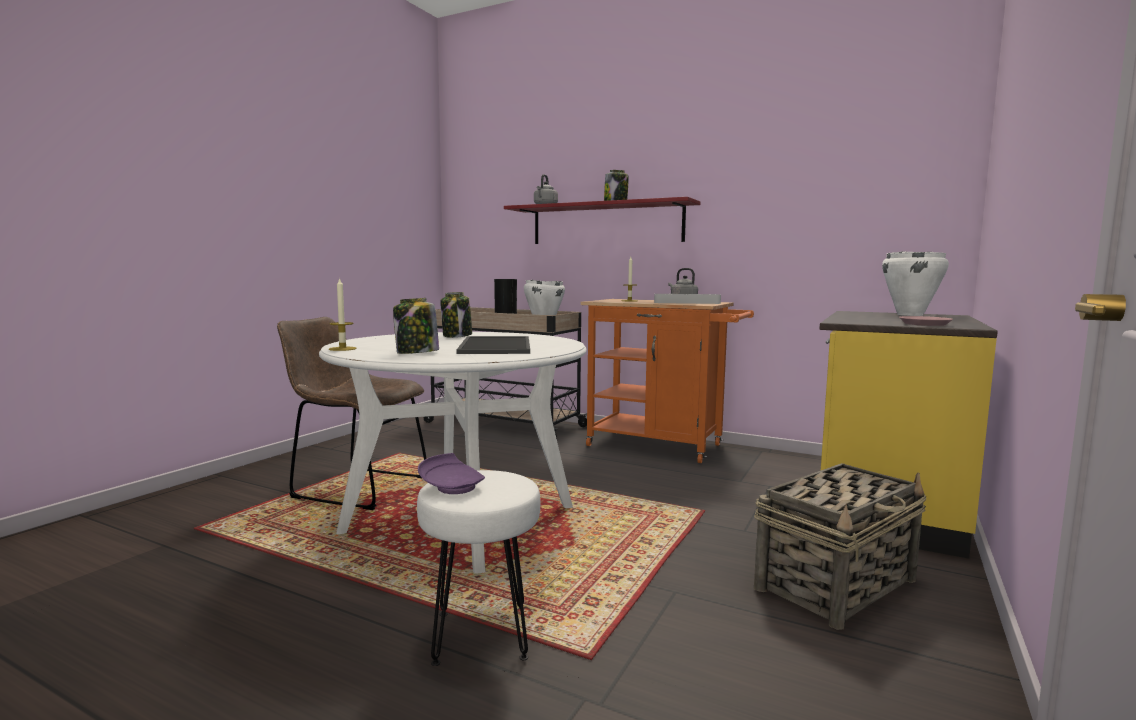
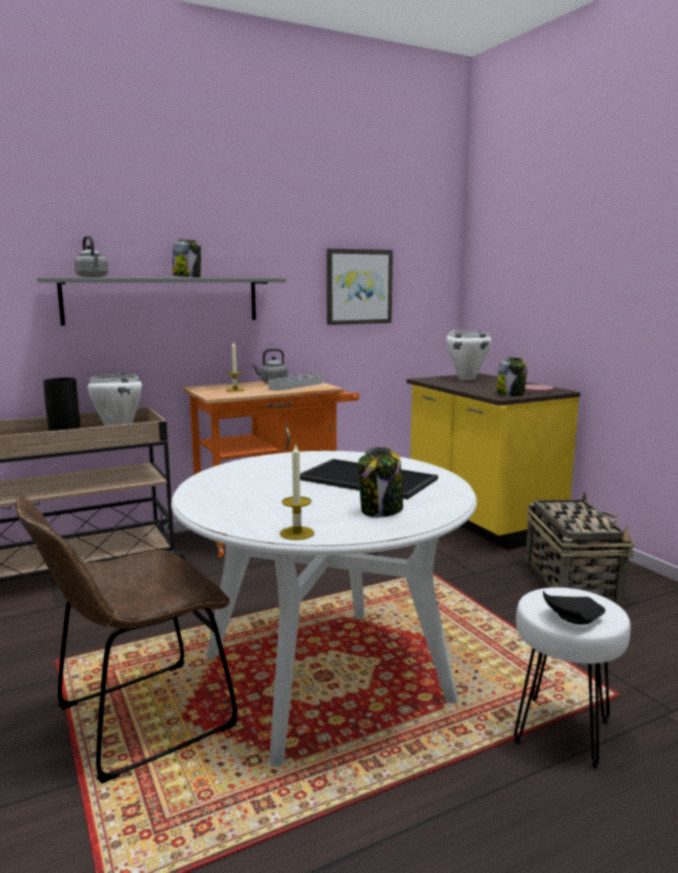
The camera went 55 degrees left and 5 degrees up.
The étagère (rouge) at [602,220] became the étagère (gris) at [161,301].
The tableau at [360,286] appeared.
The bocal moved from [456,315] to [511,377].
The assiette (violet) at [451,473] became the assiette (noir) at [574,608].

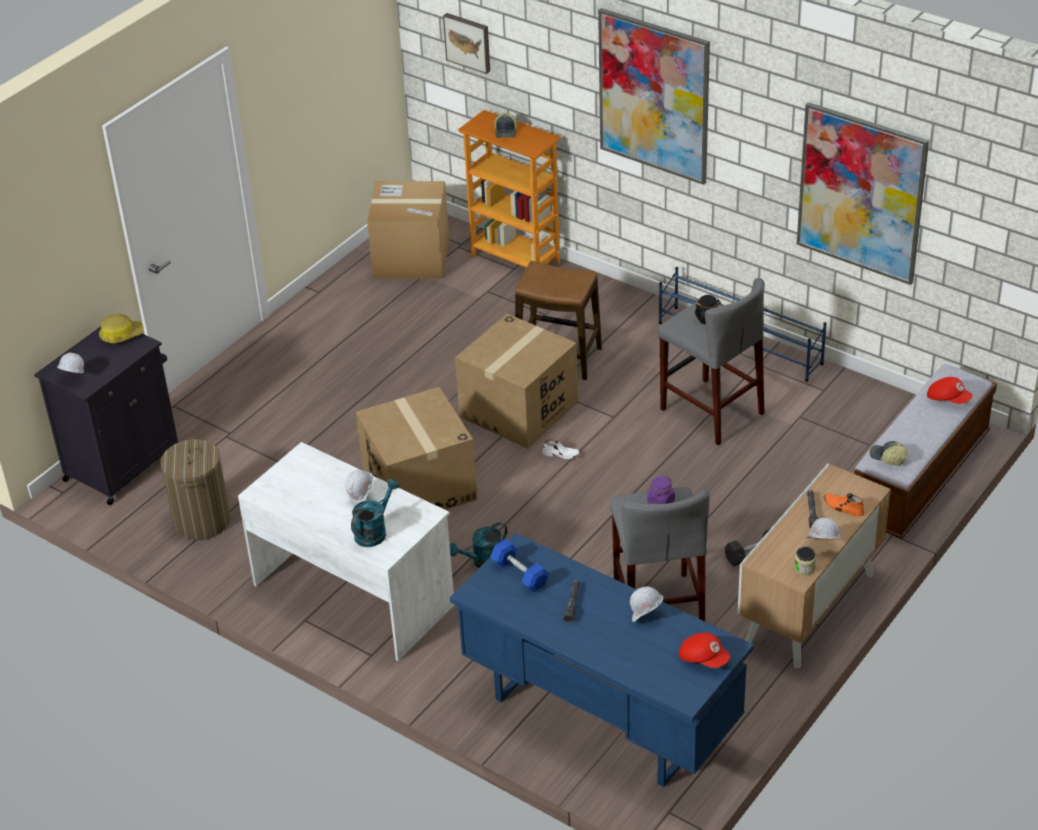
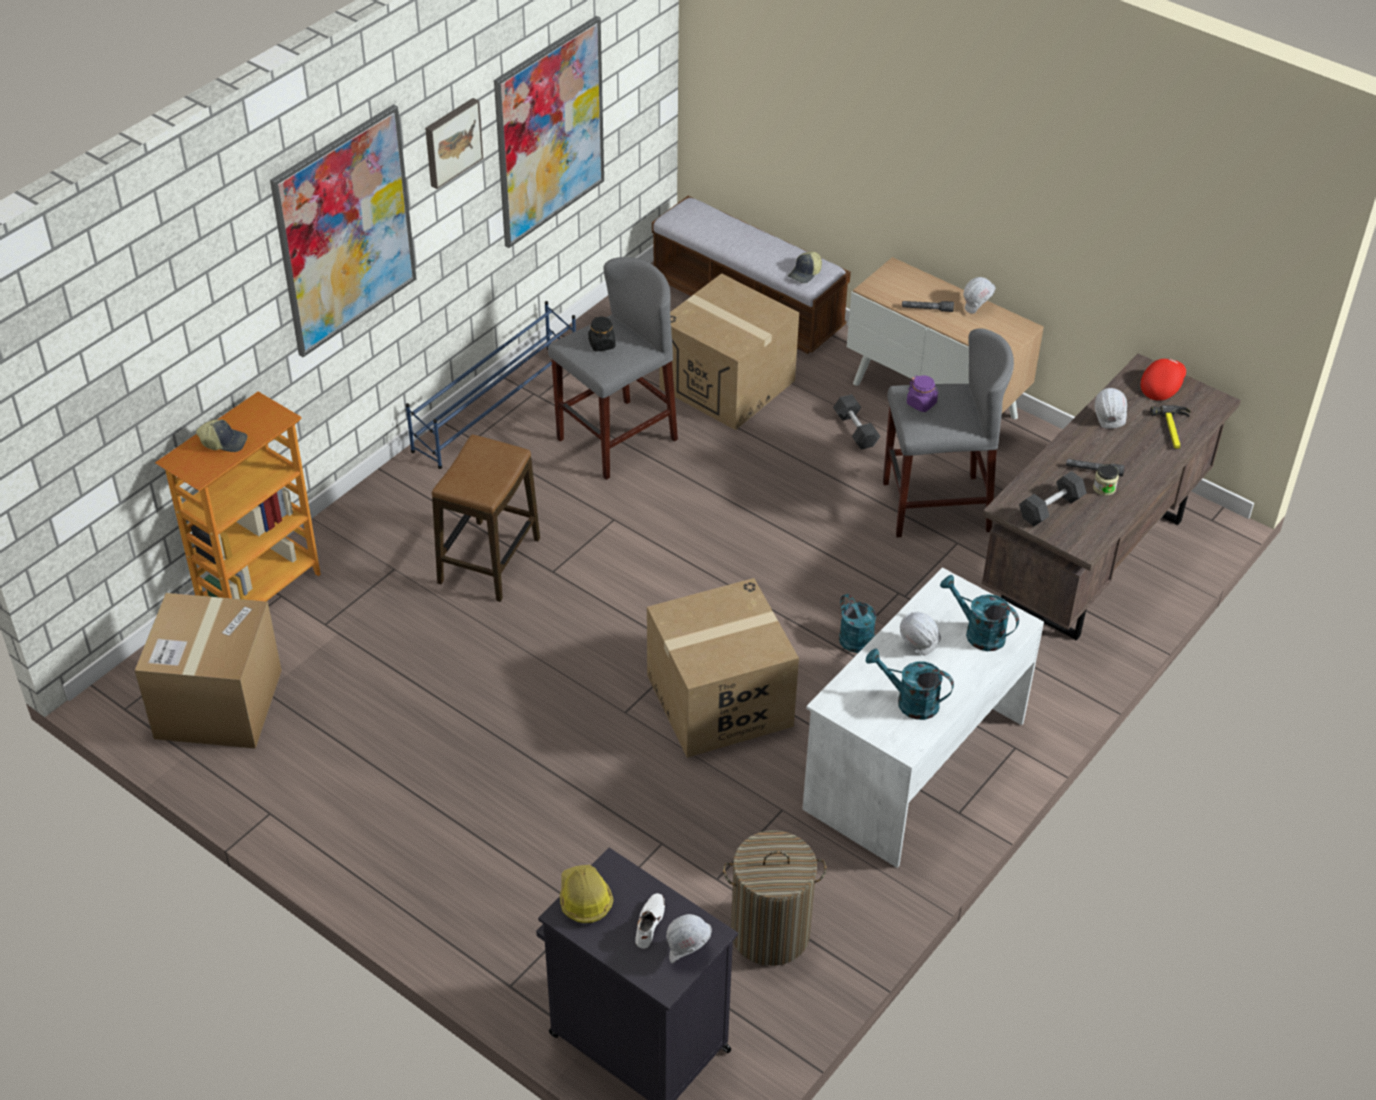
The camera went 90 degrees left and 5 degrees up.
The tableau moved from [466,43] to [454,143].
The chaussure (blanc) moved from [561,449] to [650,921].
The carton moved from [516,381] to [729,351].
The arrosoir (turquoise) at [909,684] appeared.
The bureau (bleu) at [602,660] became the bureau (marron) at [1111,496].
The haltère (bleu) at [519,565] became the haltère (gris) at [1053,498].
The bocal moved from [805,561] to [1106,480].
The marteau at [1170,427] appeared.
The chaussure (orange) at [844,504] disappeared.
The casquette (rouge) at [949,390] disappeared.

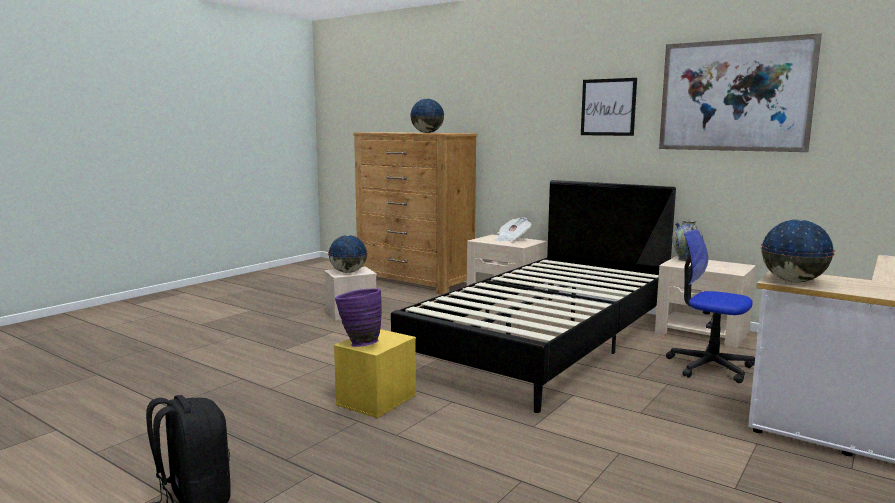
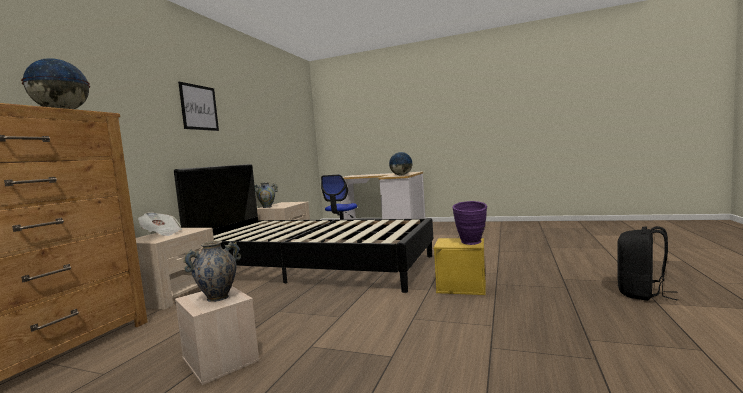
The camera went 105 degrees left and 5 degrees down.
The globe at [348,254] was replaced by the vase at [212,271].
The tableau at [740,92] disappeared.

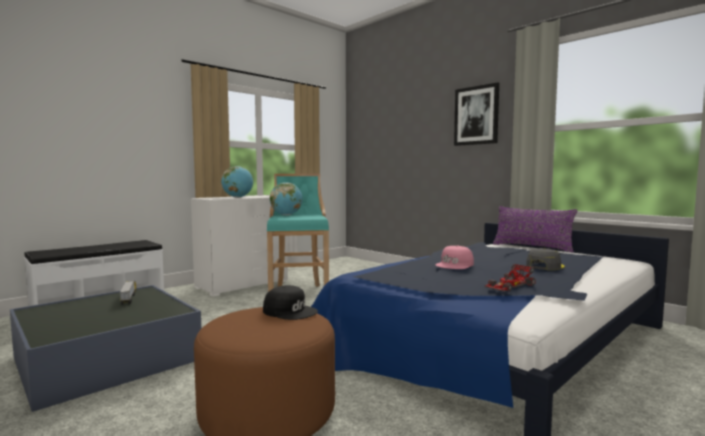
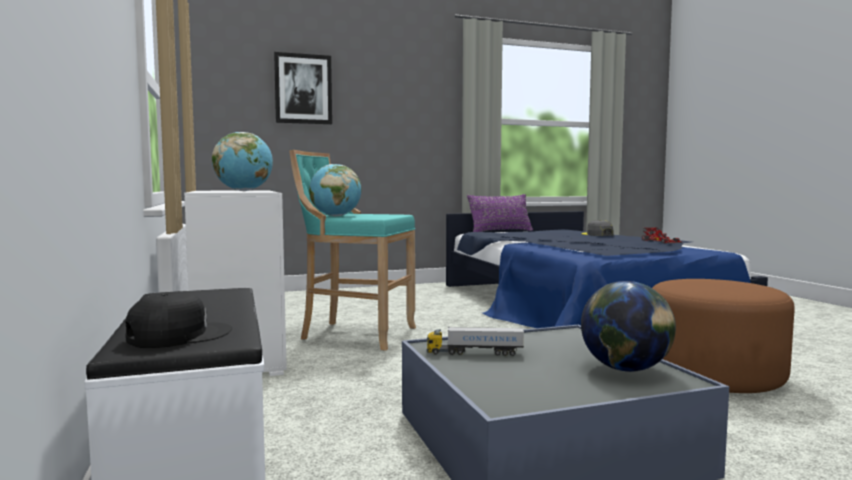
The camera went 65 degrees left and 0 degrees up.
The casquette (noir) moved from [290,302] to [178,320].
The tableau moved from [476,114] to [303,88].
The globe at [628,326] appeared.
The casquette (rose) at [455,257] disappeared.

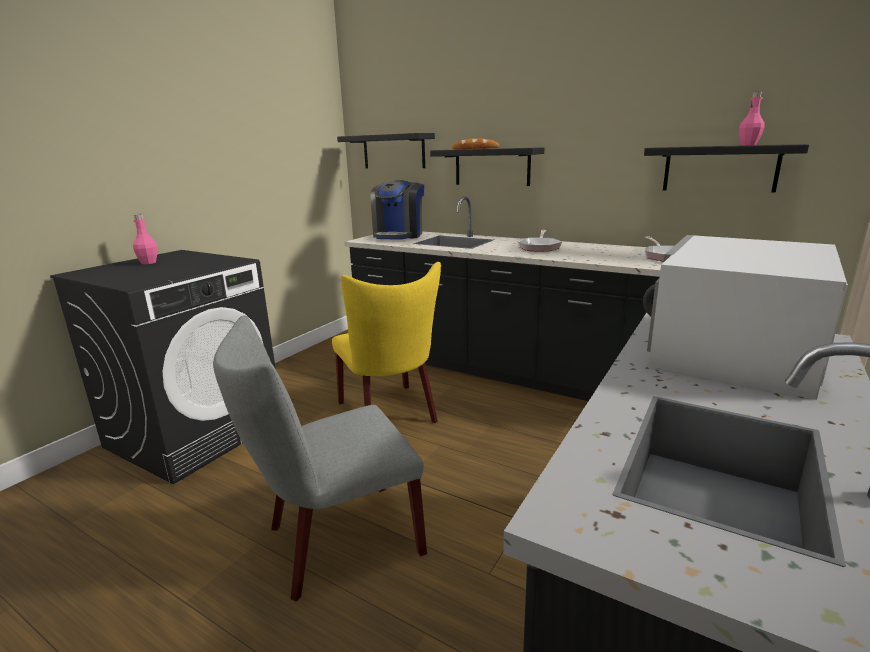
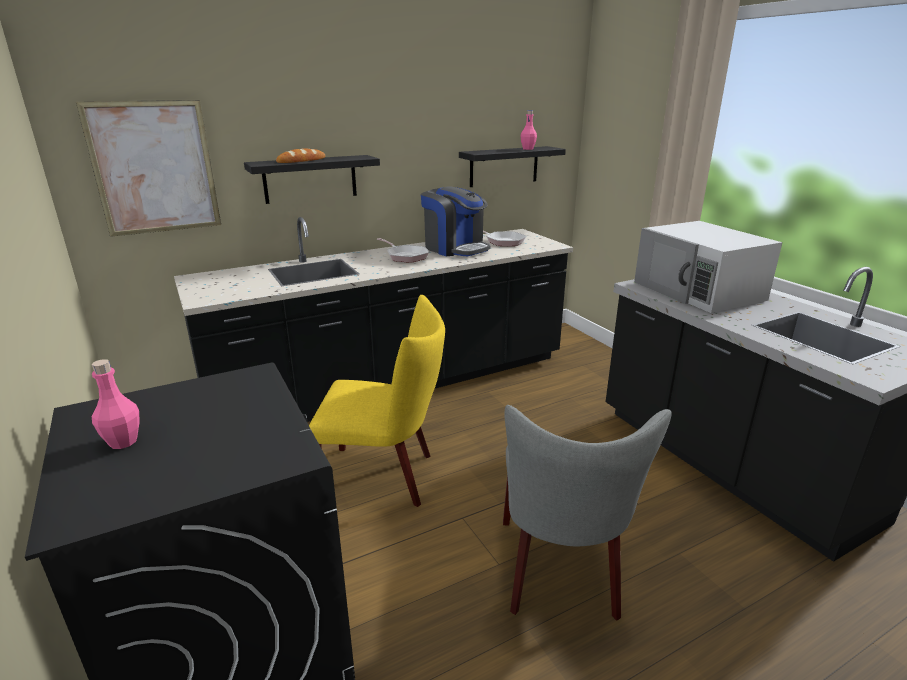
The camera went 60 degrees left and 5 degrees up.
The étagère (noir) at [386,150] was replaced by the tableau at [148,168].
The machine à café moved from [398,210] to [455,221].

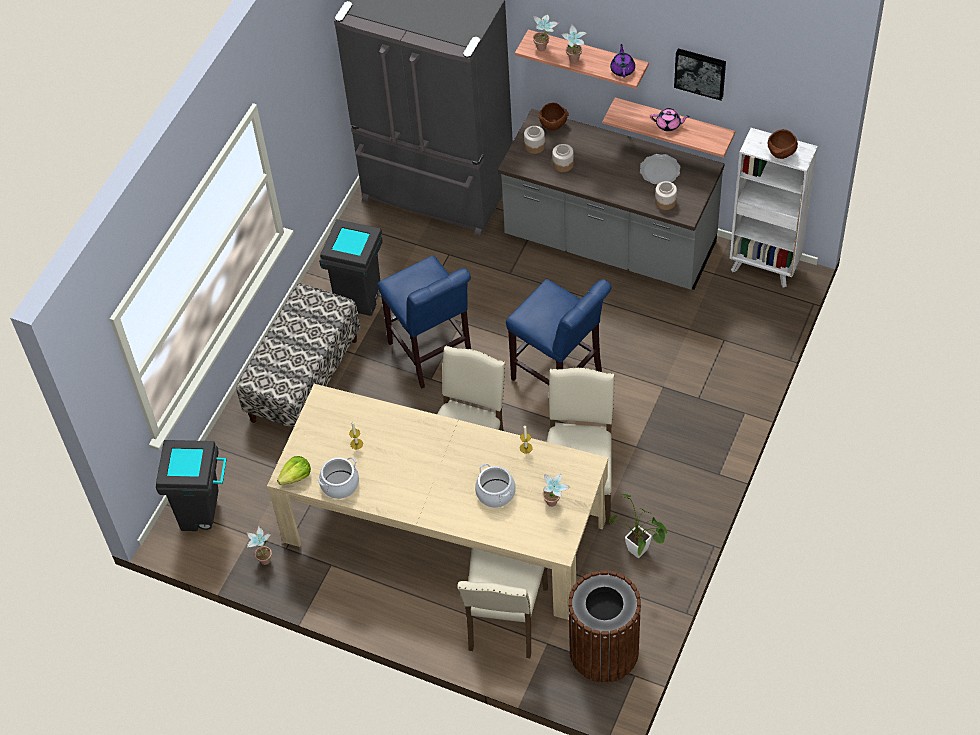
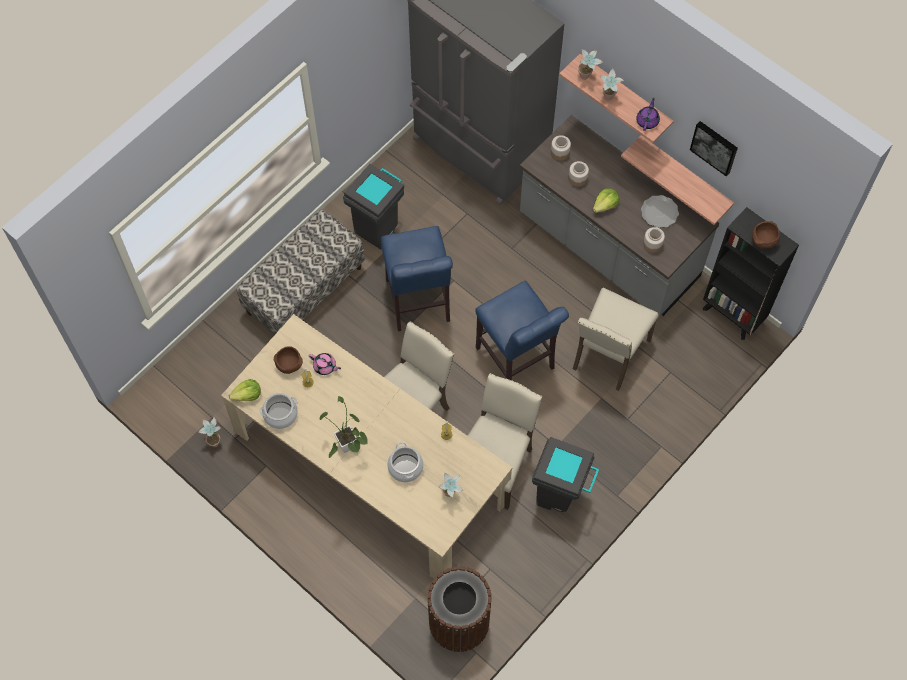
The camera went 15 degrees right and 10 degrees up.
The bol (marron) moved from [553,117] to [288,360].
The théière (rose) moved from [670,119] to [325,364].
The plante en pot moved from [638,526] to [344,427].
The poubelle (gris) moved from [191,485] to [565,474].
The chaise (beige) moved from [502,603] to [616,339].
The laitue at [606,200] appeared.
The bibliothèque (blanc) at [774,208] became the bibliothèque (noir) at [751,273].

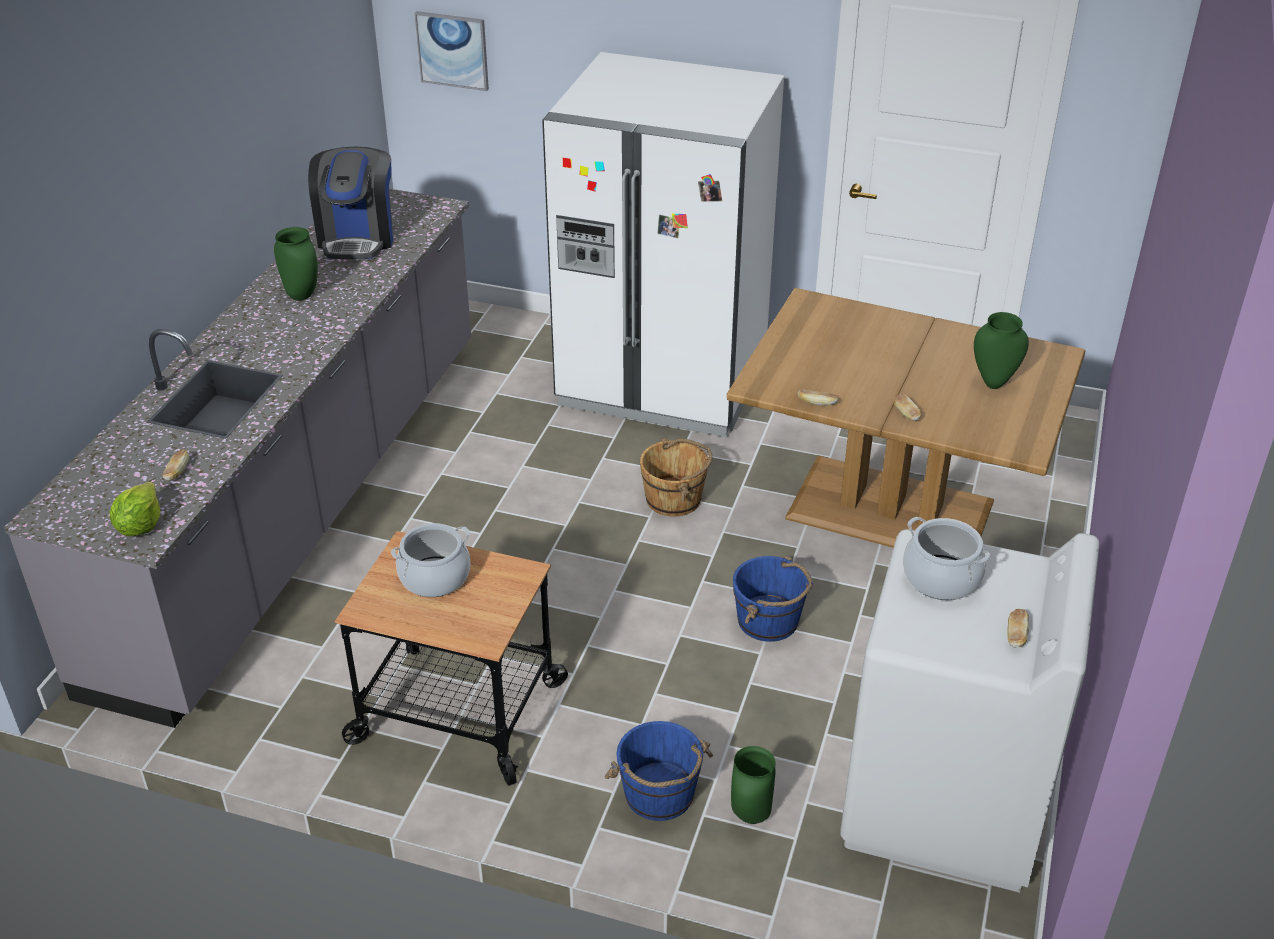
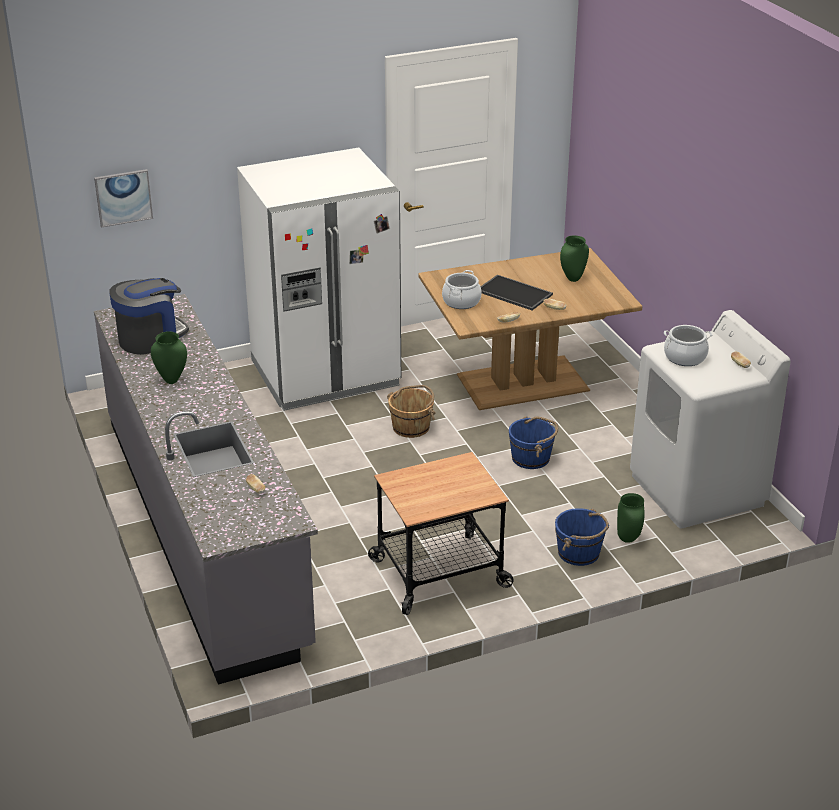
The camera went 40 degrees left and 5 degrees down.
The machine à café at [350,203] turned 90 degrees counterclockwise.
The marmite moved from [430,560] to [462,289].
The plateau at [516,292] appeared.
The laitue at [134,509] disappeared.

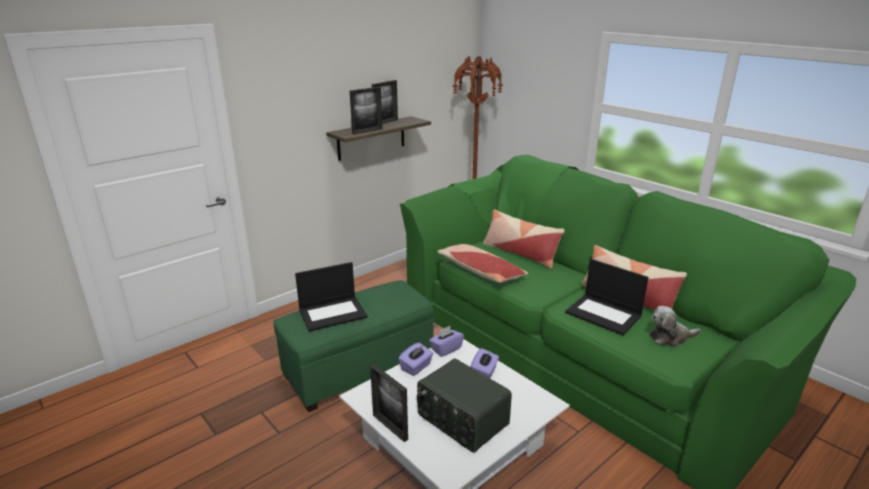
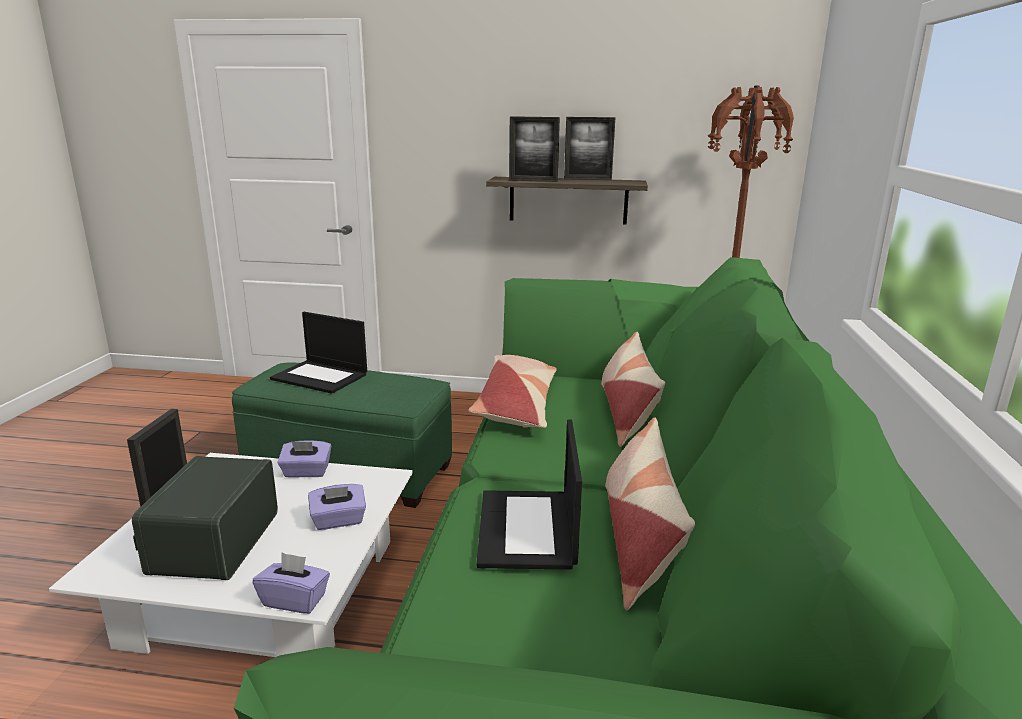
The camera went 50 degrees right and 5 degrees down.
The boîte à mouchoirs (violet) moved from [446,341] to [291,583].
The peluche at [675,326] disappeared.

